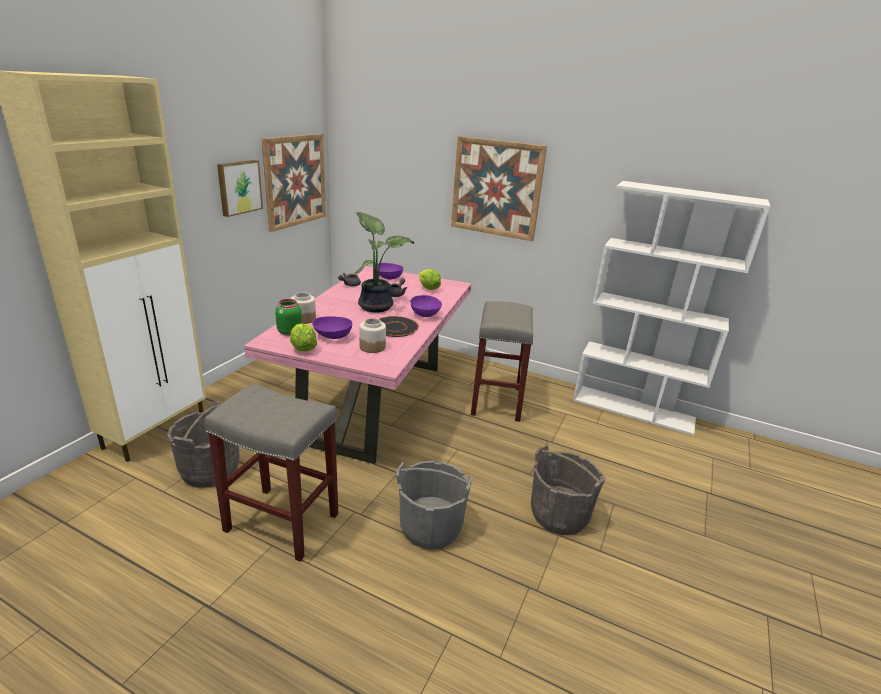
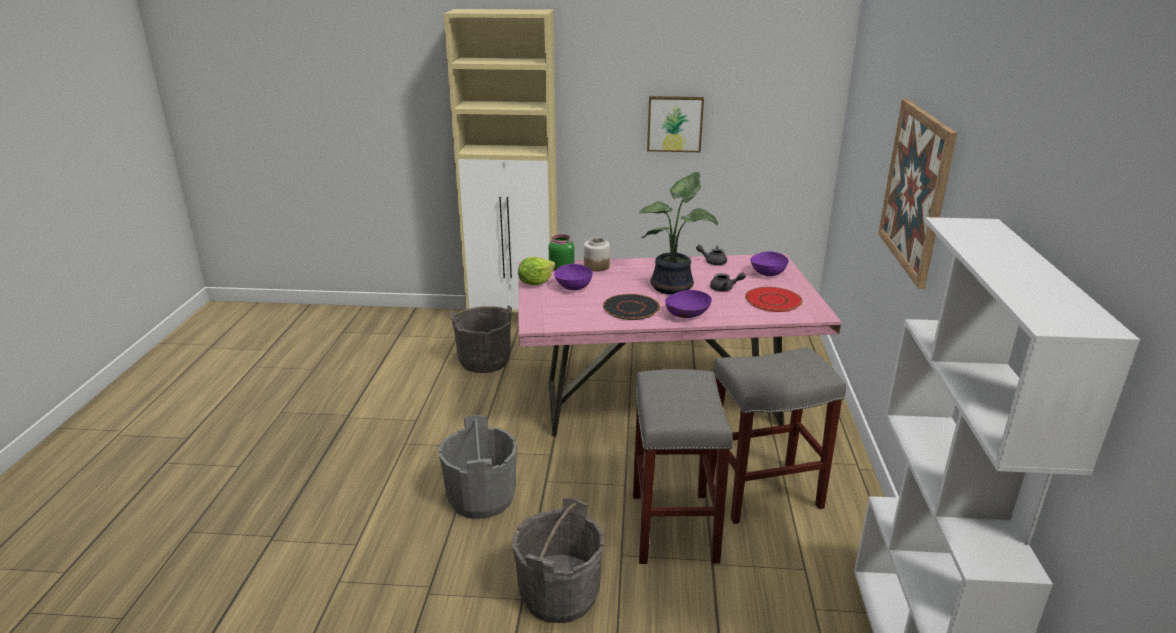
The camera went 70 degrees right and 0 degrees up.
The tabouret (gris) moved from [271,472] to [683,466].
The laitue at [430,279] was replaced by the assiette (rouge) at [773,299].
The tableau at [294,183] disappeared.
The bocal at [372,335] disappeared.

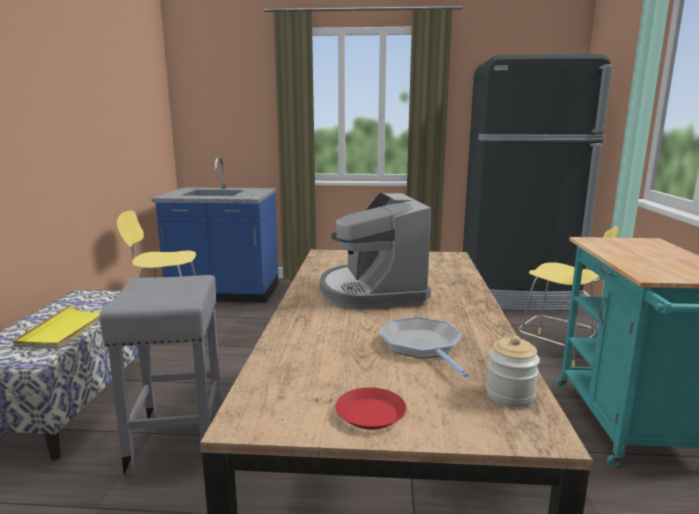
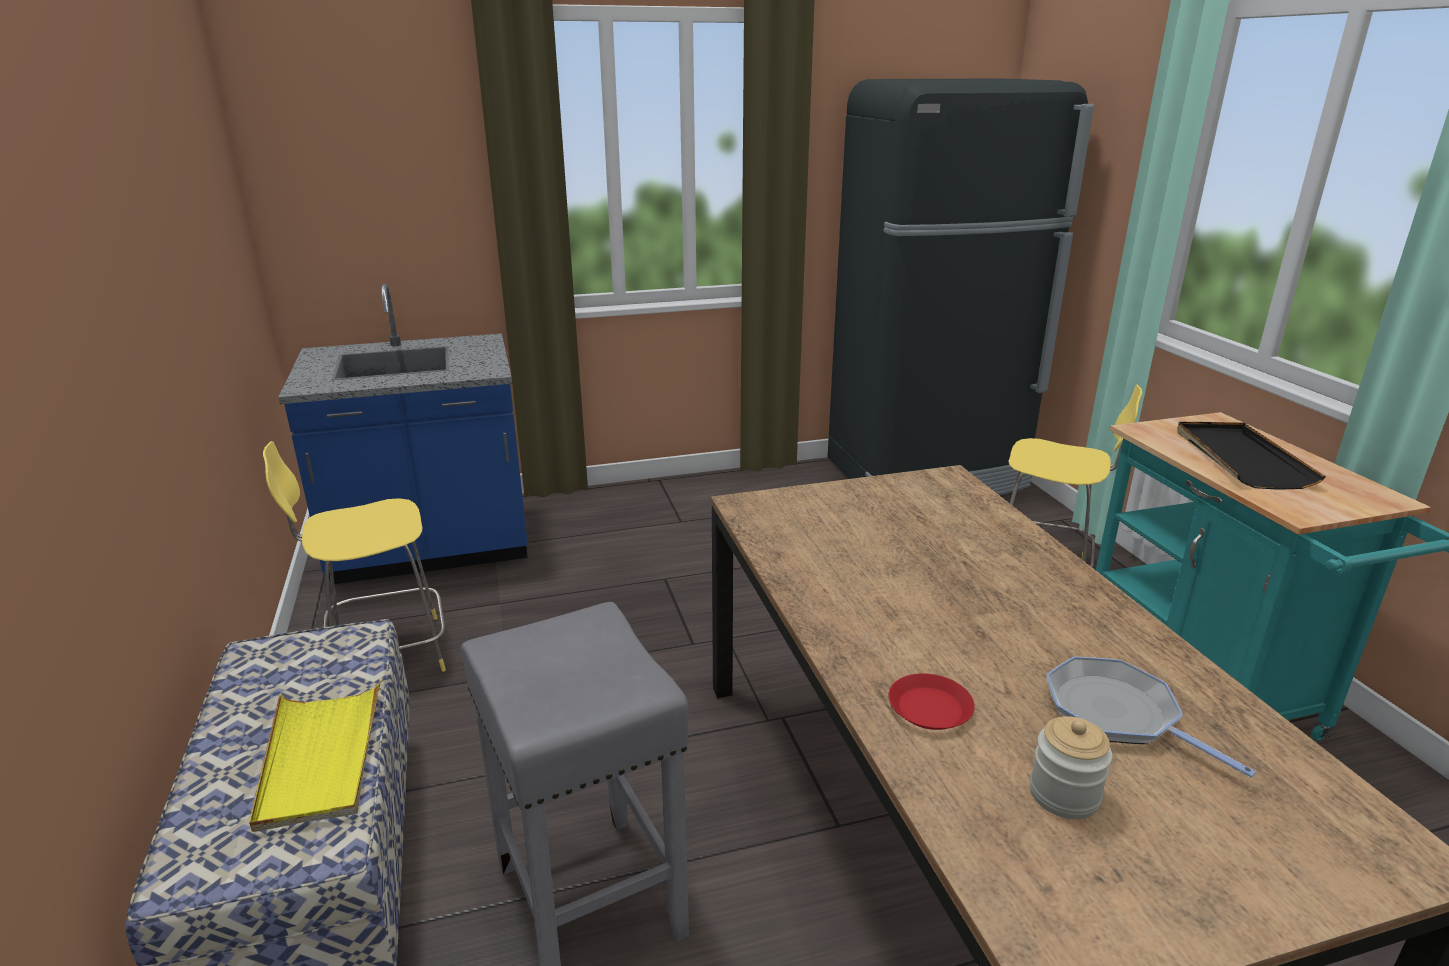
The camera went 20 degrees left and 10 degrees up.
The assiette (rouge) moved from [371,408] to [932,701].
The bocal moved from [513,371] to [1071,767].
The plateau (noir) at [1251,456] appeared.
The machine à café at [375,250] disappeared.

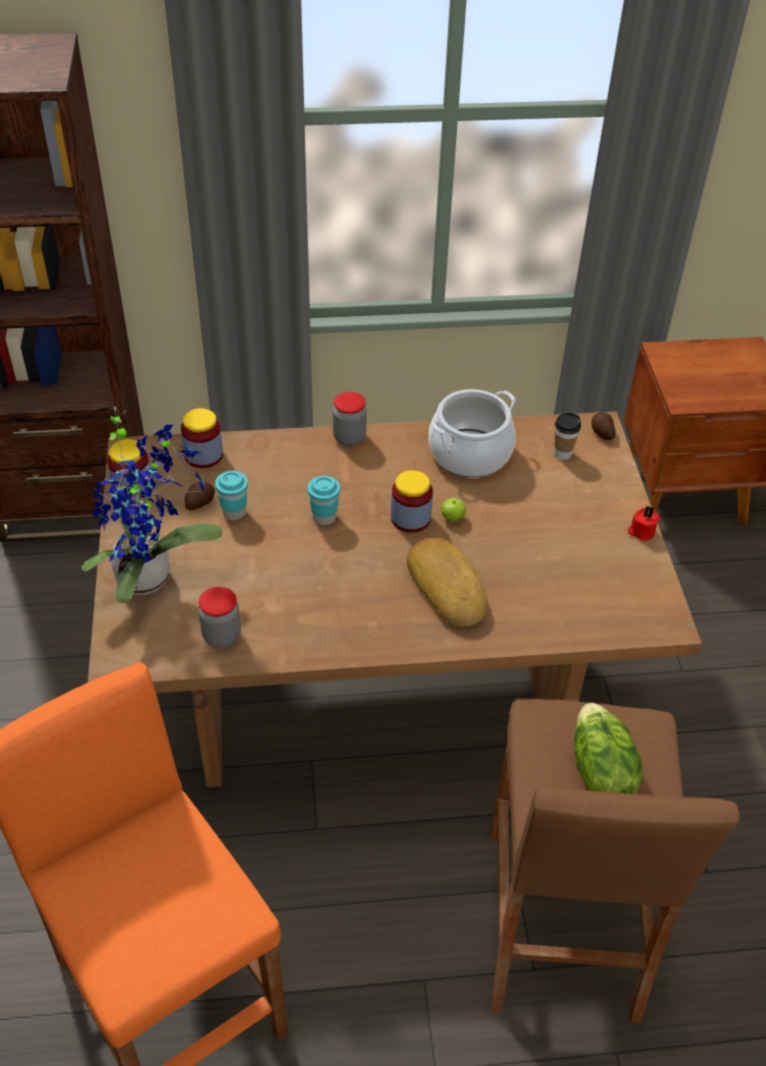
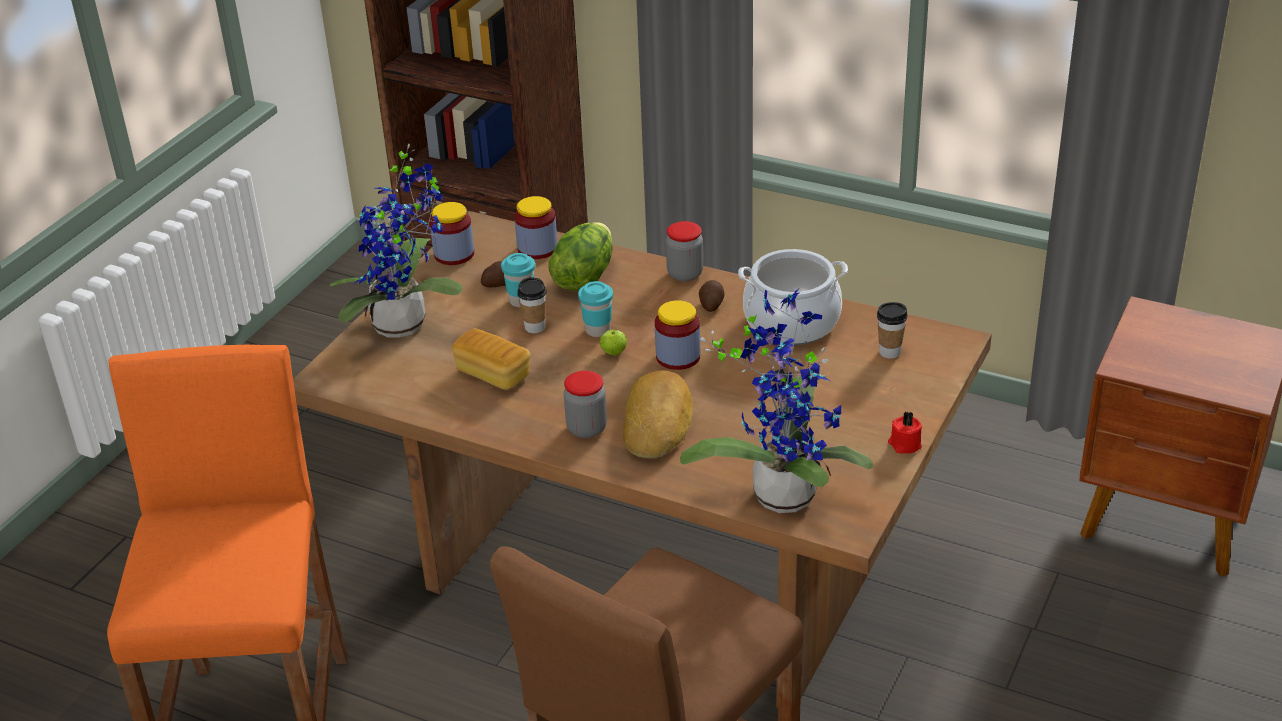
The camera went 35 degrees right and 10 degrees down.
The pain at [491,359] appeared.
The tasse at [532,305] appeared.
The laitue moved from [608,748] to [580,256].
The bocal moved from [219,617] to [585,404].
The pomme moved from [453,509] to [613,343].
The plante en pot at [776,401] appeared.
The pomme de terre moved from [603,426] to [711,296].

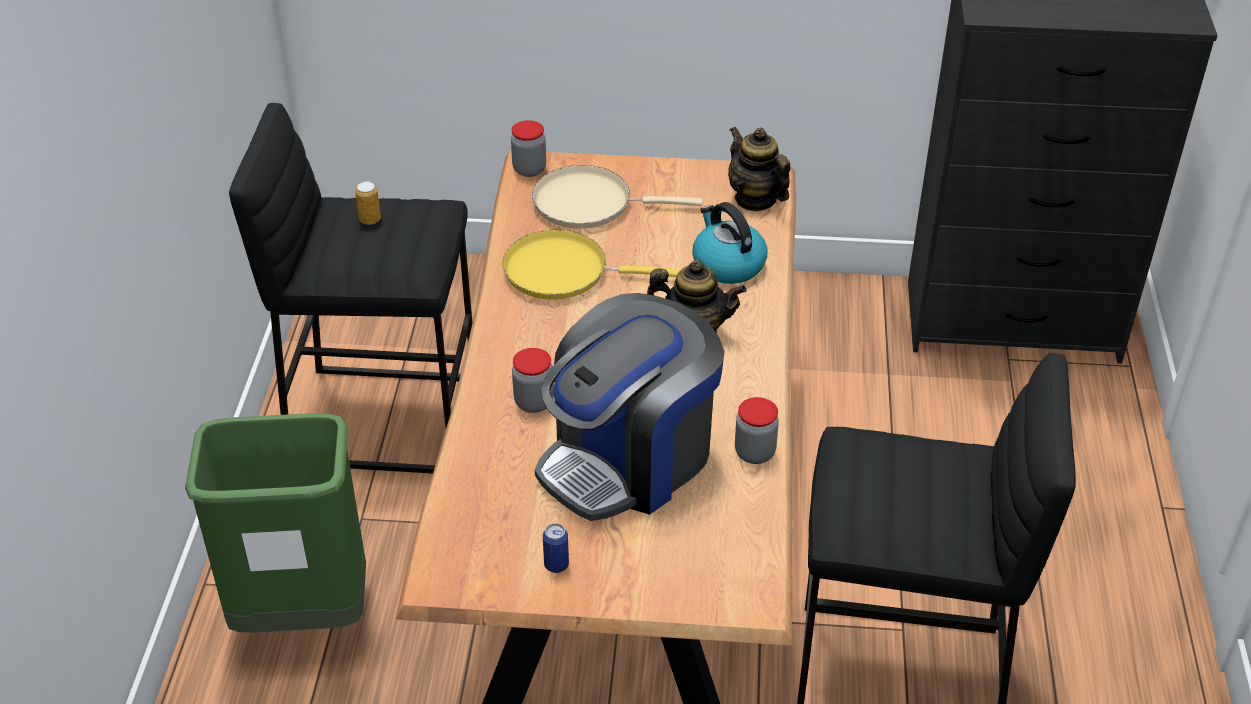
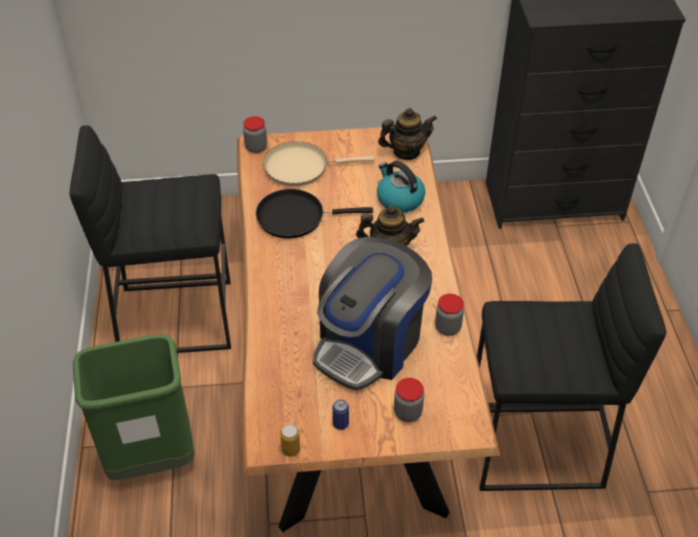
The camera went 10 degrees left and 5 degrees up.
The poêle (jaune) at [591,265] became the poêle (noir) at [314,213].
The boîte métallique moved from [368,203] to [290,440].
The théière at [759,169] turned 120 degrees clockwise.
The bocal moved from [533,380] to [409,400].

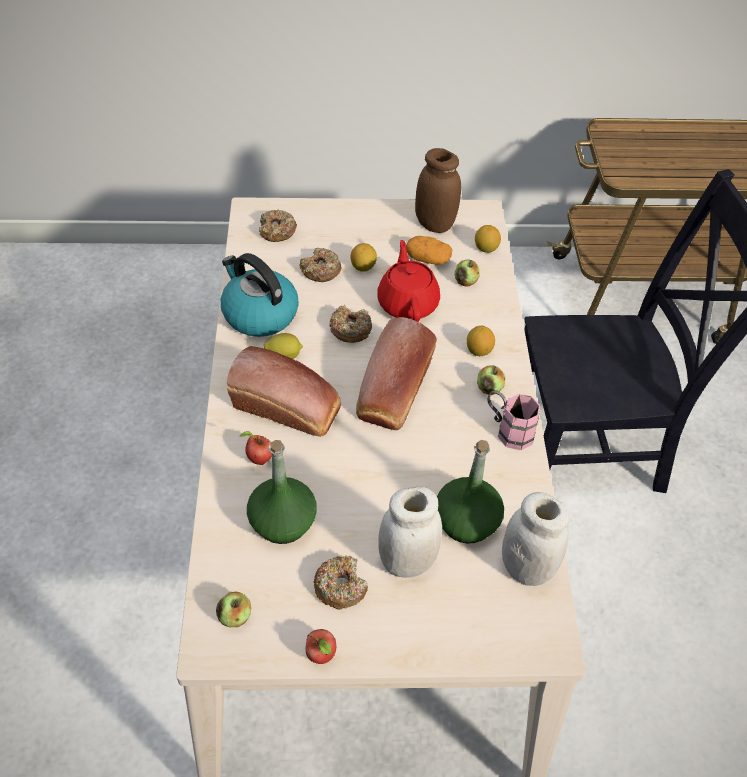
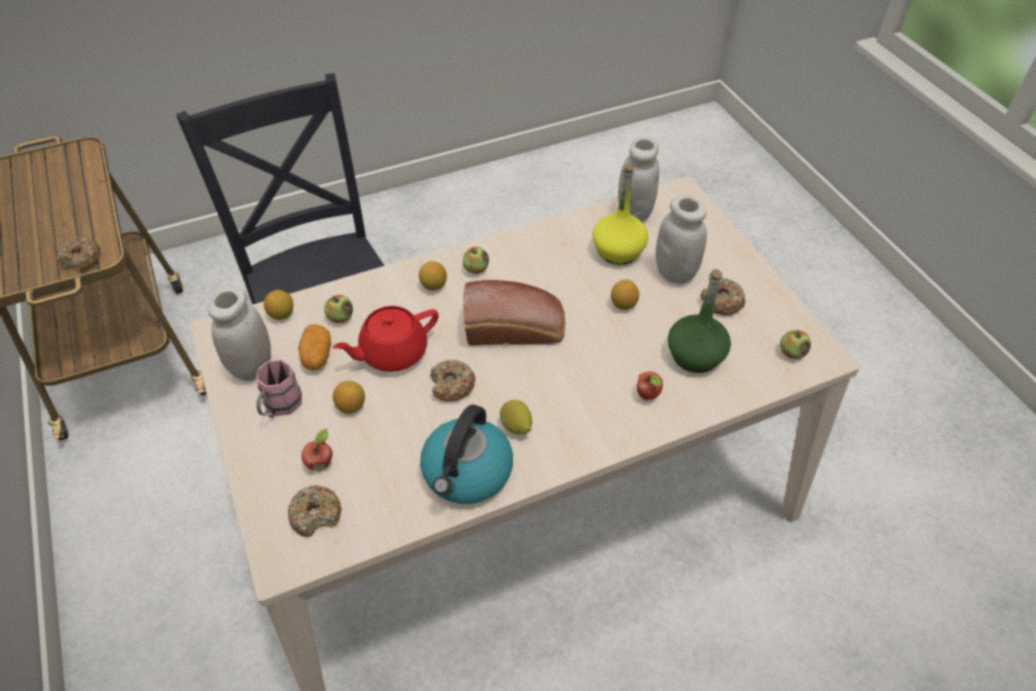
The camera went 110 degrees left and 0 degrees up.
The beignet moved from [320,264] to [79,254].
The bocal (marron) at [438,190] became the bocal (blanc) at [239,334].
The mug (rose) moved from [513,420] to [279,389].
The pomme moved from [321,646] to [317,450].
The bouteille (vert) at [470,492] became the bouteille (jaune) at [620,214].
The citron at [625,295] appeared.
The pain at [284,391] disappeared.

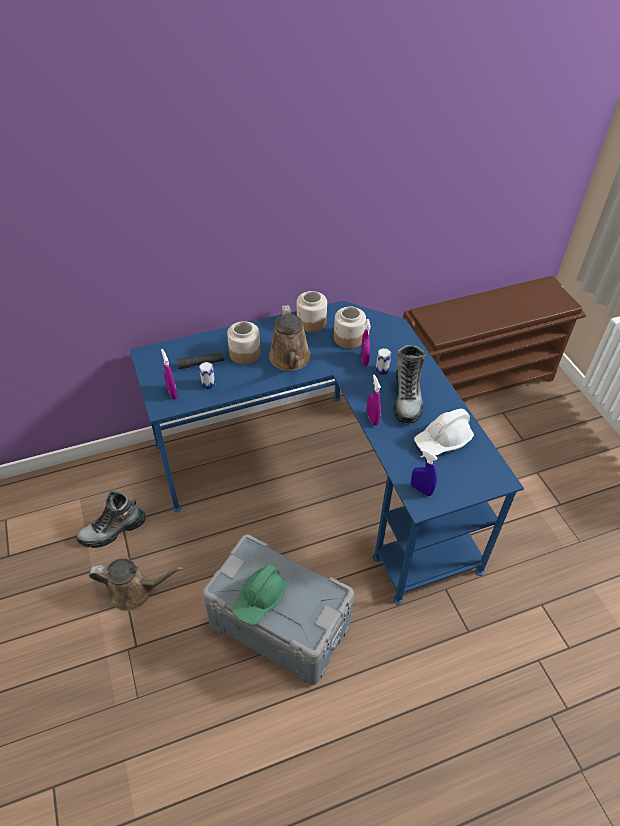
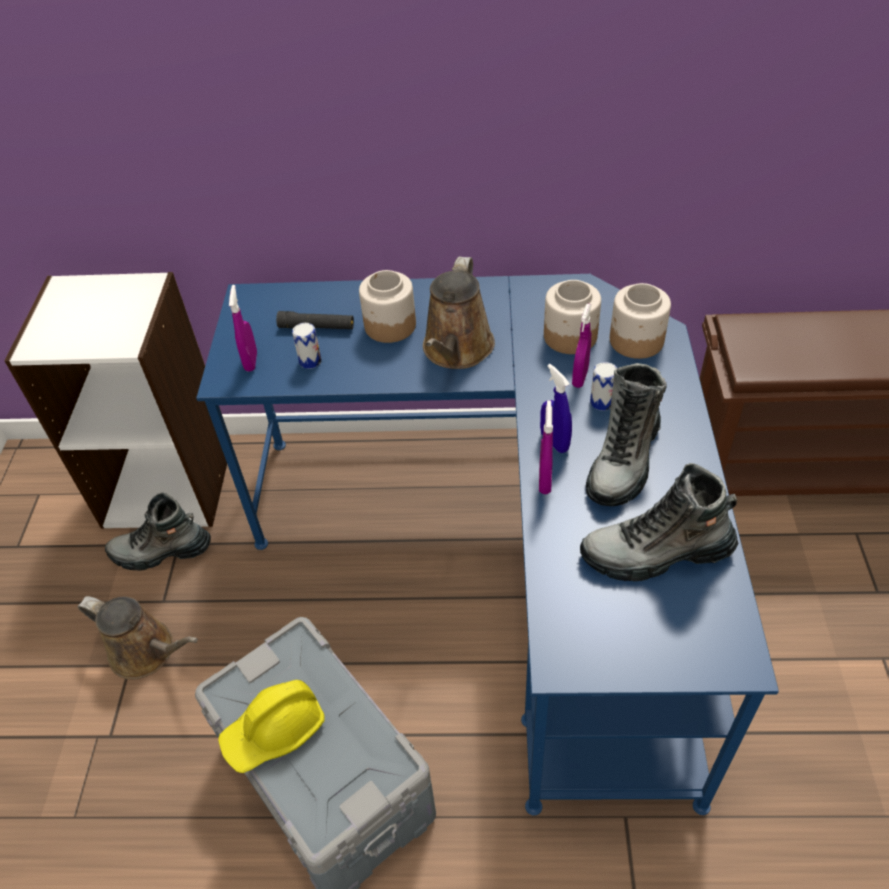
The camera went 25 degrees right and 0 degrees up.
The bibliothèque (blanc) at [118,400] appeared.
The casque de chantier (vert) at [260,594] became the casque de chantier (jaune) at [271,726].
The vaporisateur (bleu) moved from [424,472] to [556,408].
The casque de chantier (blanc) at [444,432] was replaced by the botte at [659,522].
The bocal moved from [312,311] to [640,321].

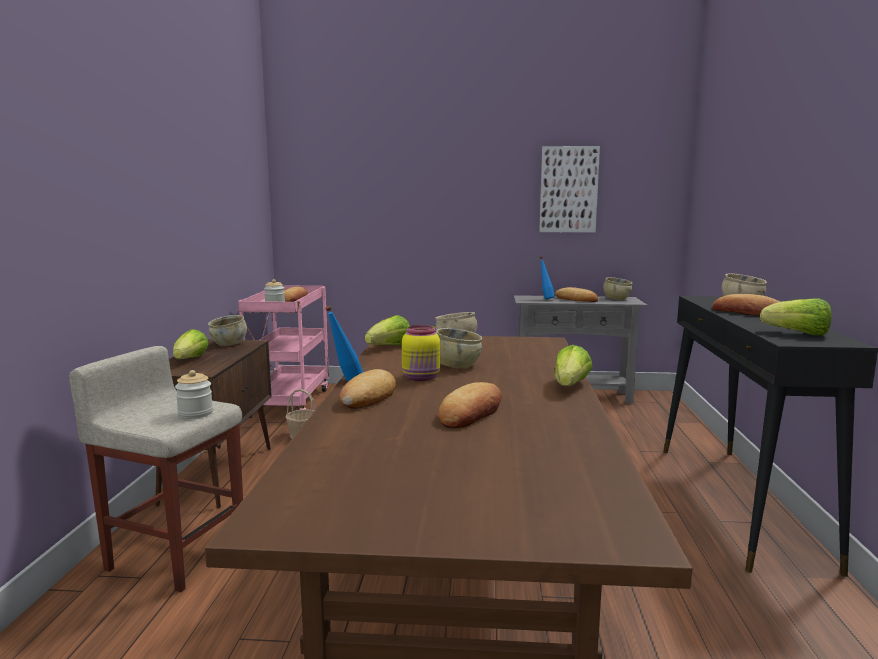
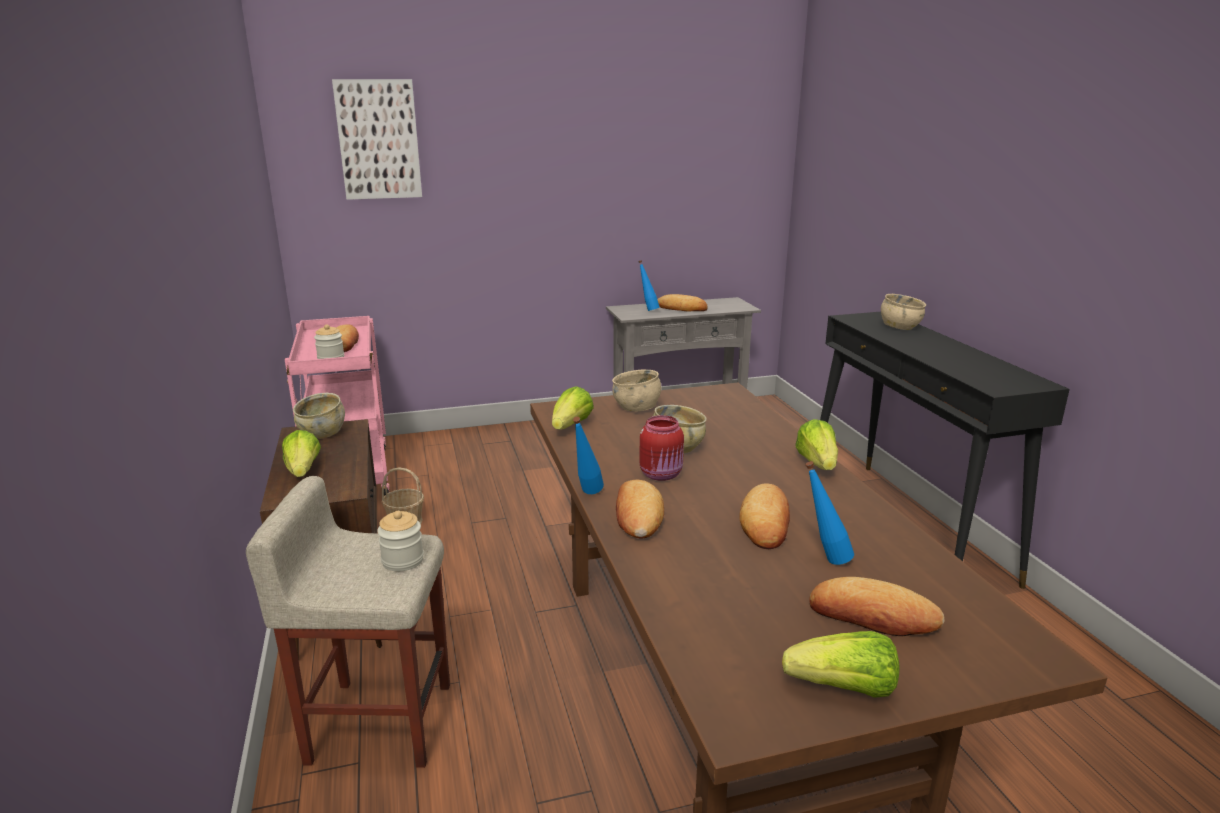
The camera went 20 degrees left and 10 degrees up.
The tableau moved from [569,189] to [377,139].
The bocal (jaune) at [421,353] became the bocal (rouge) at [661,448].
The laitue moved from [796,317] to [841,664].
The bouteille (bleu) at [829,513] appeared.
The pain moved from [746,305] to [877,606].
The bol (beige) at [617,288] disappeared.

